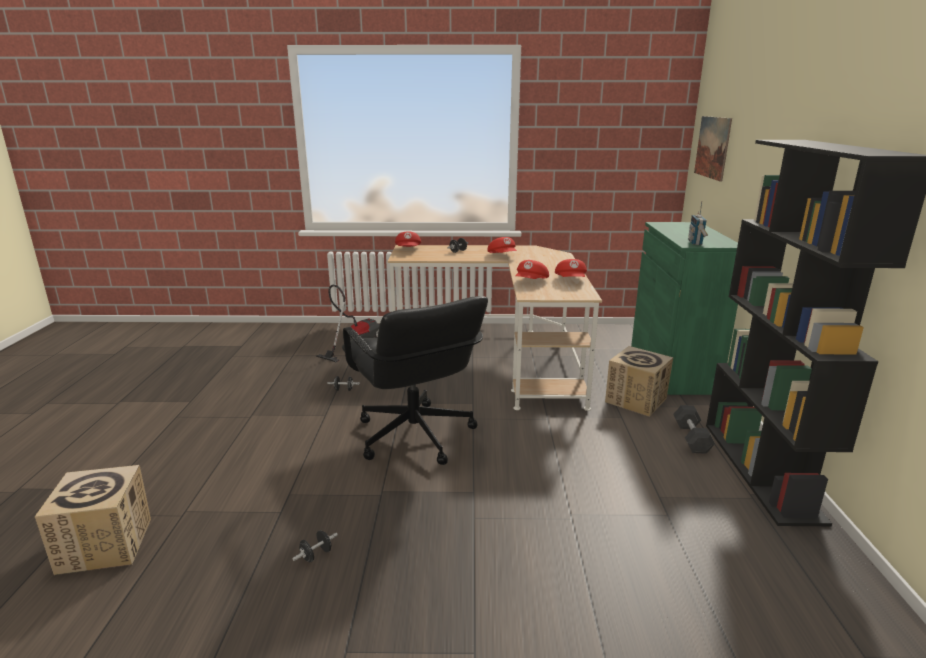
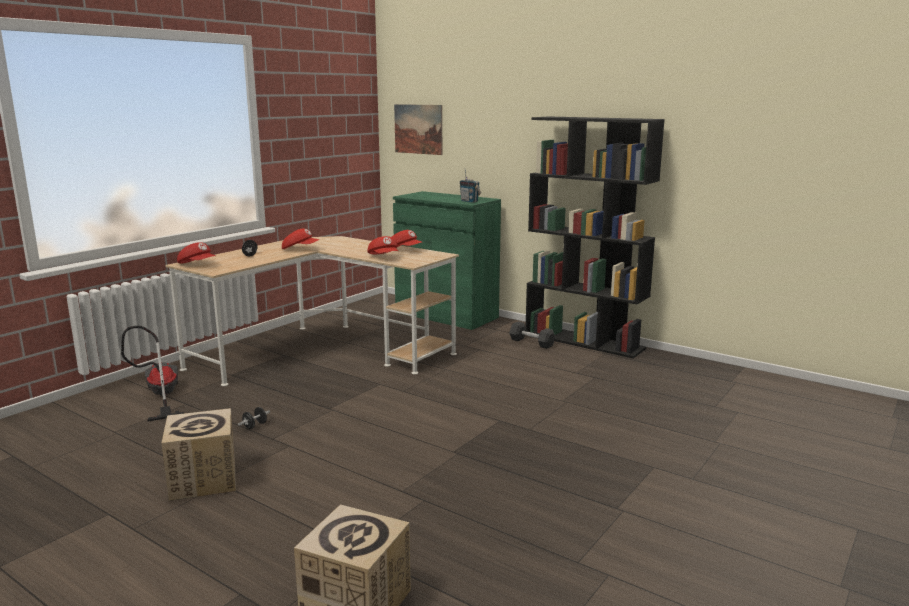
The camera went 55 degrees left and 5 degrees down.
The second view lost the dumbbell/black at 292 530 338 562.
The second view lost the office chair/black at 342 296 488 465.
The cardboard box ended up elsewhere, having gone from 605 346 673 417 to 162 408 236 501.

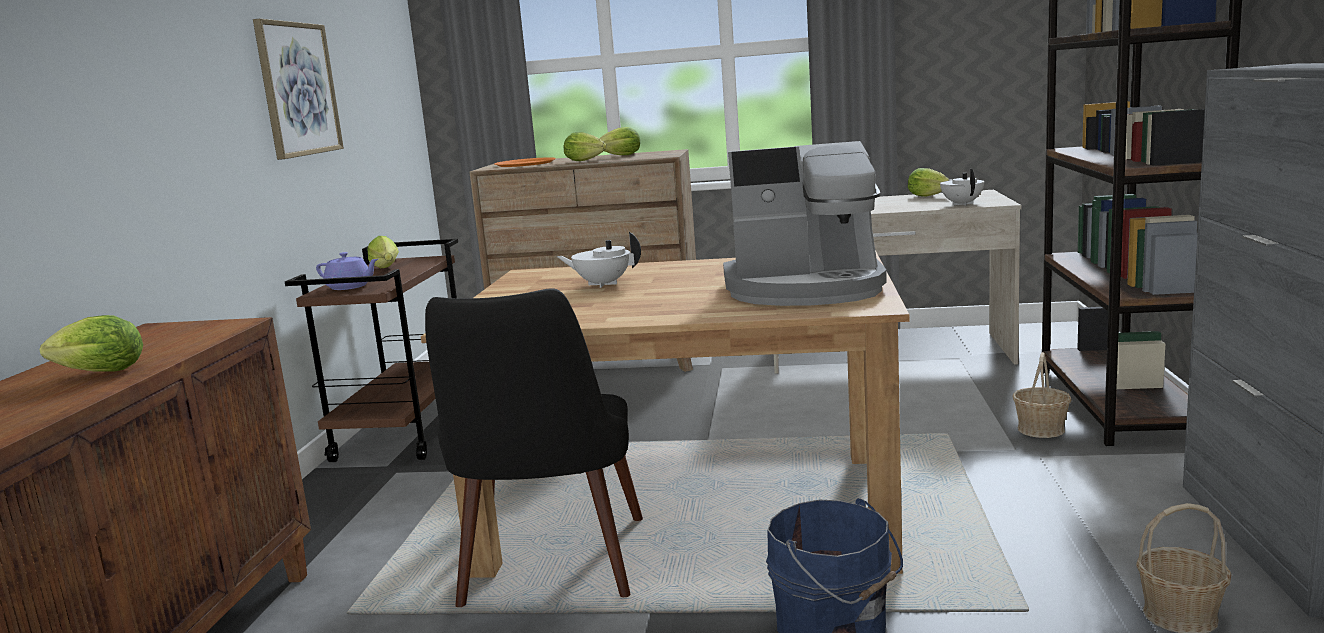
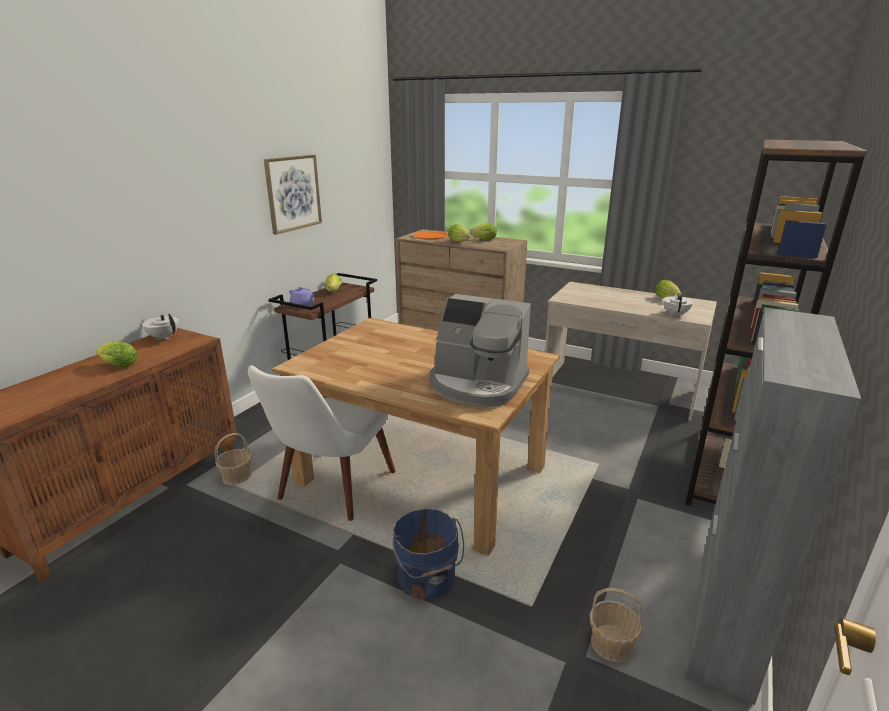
The camera went 20 degrees right and 10 degrees up.
What was the chair/black at 425 288 643 607 turned into the chair/white at 248 365 396 521.
The teapot/white ended up elsewhere, having gone from 556 232 641 288 to 142 314 179 341.
The basket ended up elsewhere, having gone from 1013 352 1071 438 to 214 433 252 486.

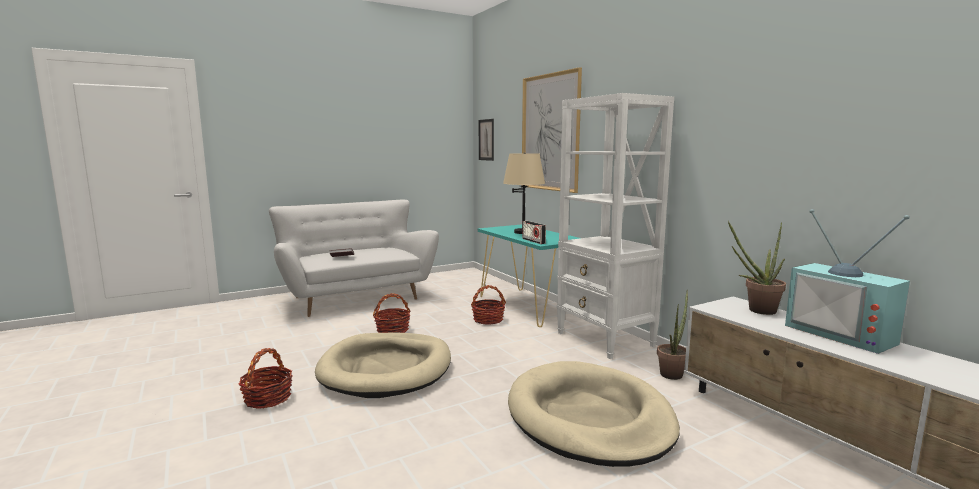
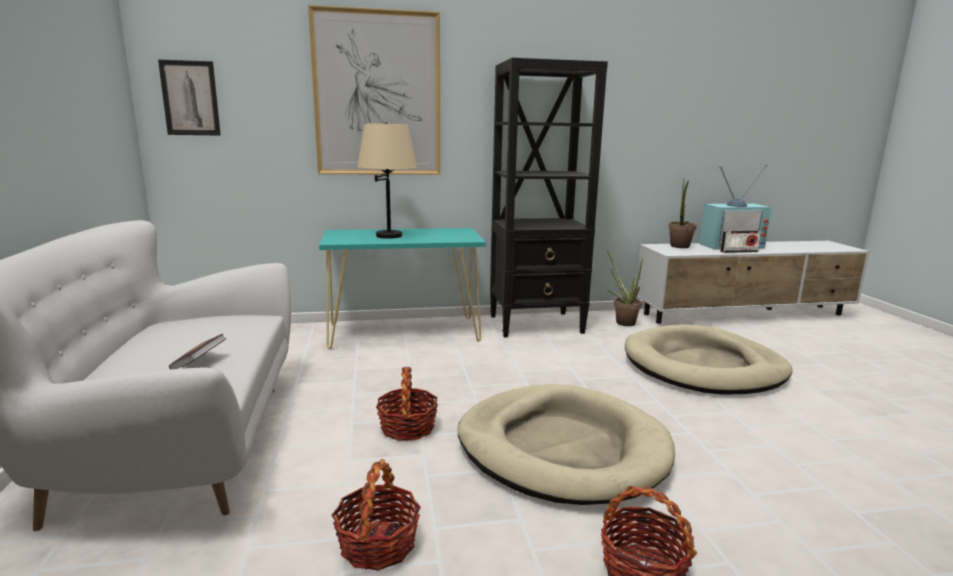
The camera went 70 degrees left and 5 degrees up.
The basket ended up elsewhere, having gone from 471 285 506 325 to 332 459 421 571.
The radio ended up elsewhere, having gone from 523 221 546 244 to 720 230 761 253.
What was the bookcase/white at 557 93 674 359 turned into the bookcase/black at 490 58 608 337.

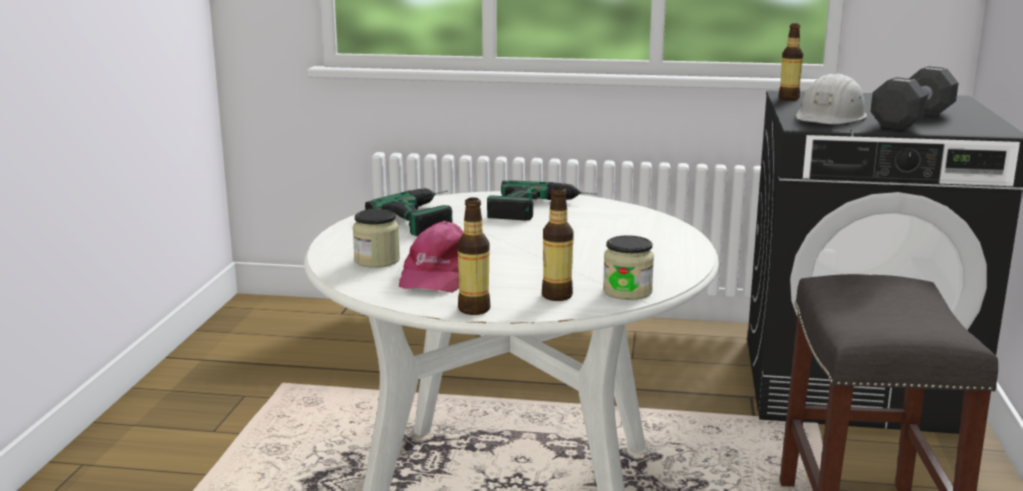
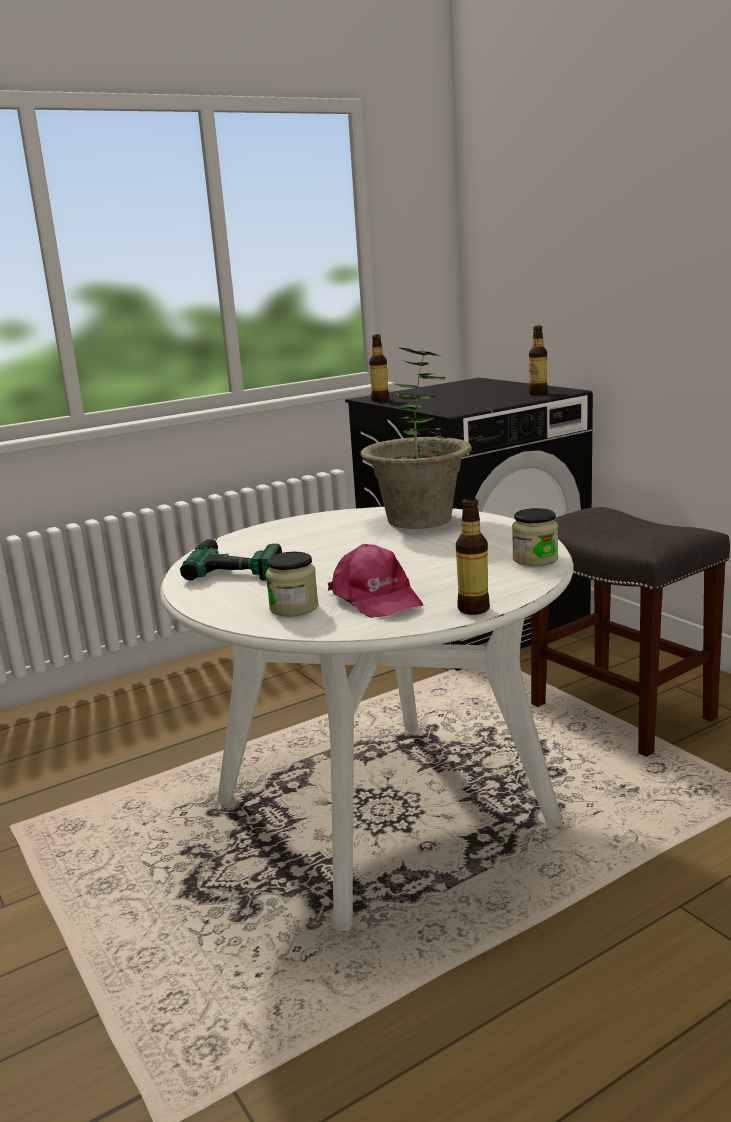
The camera went 40 degrees left and 0 degrees up.
The second view lost the power drill at 487 180 598 220.
The bottle ended up elsewhere, having gone from 542 187 574 301 to 529 326 548 395.
The second view lost the hard hat/white at 796 73 867 125.
The second view lost the dumbbell/black at 871 66 959 130.
The second view gained the potted plant at 361 348 472 529.

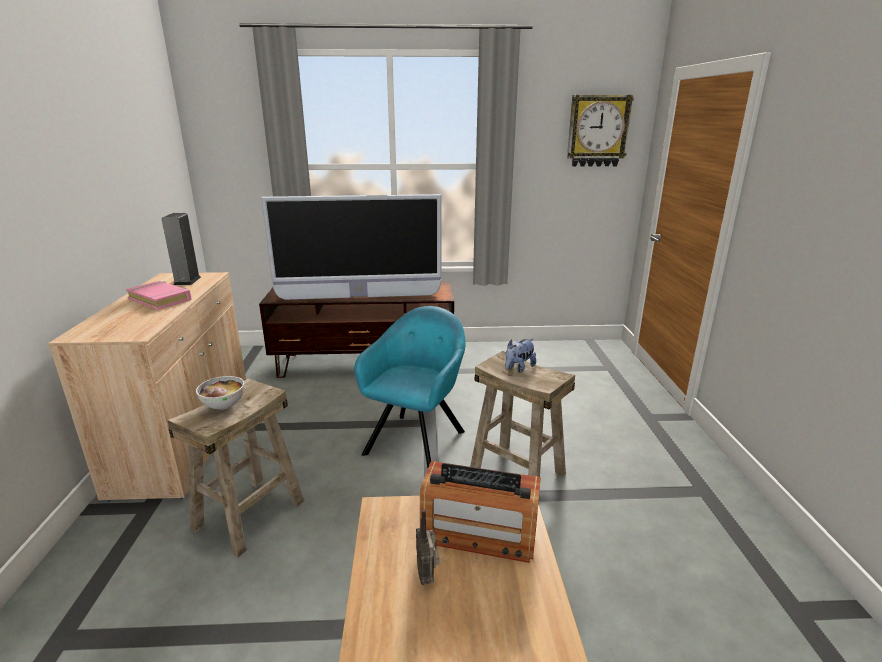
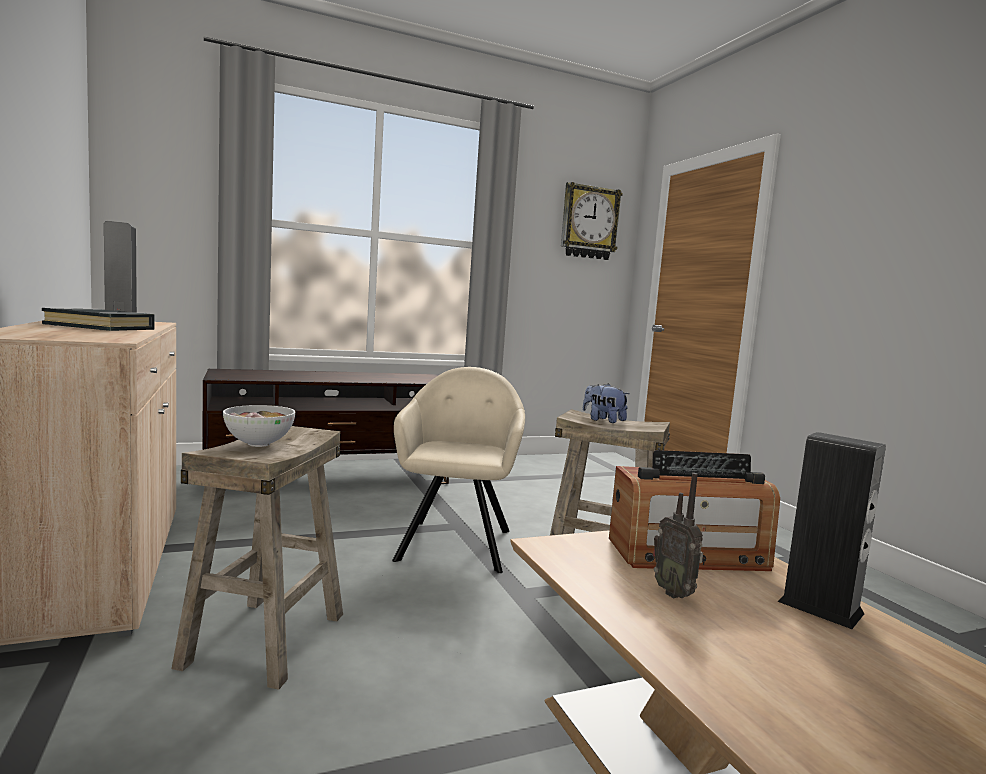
The camera went 20 degrees left and 15 degrees down.
What was the book/pink at 126 281 192 310 turned into the book/black at 42 308 155 331.
The second view lost the television at 261 194 442 300.
What was the armchair/turquoise at 354 306 465 468 turned into the armchair/beige at 392 367 525 573.
The plush toy at 505 339 536 373 ended up facing another way, 105 degrees clockwise from before.
The second view gained the speaker at 777 432 886 629.

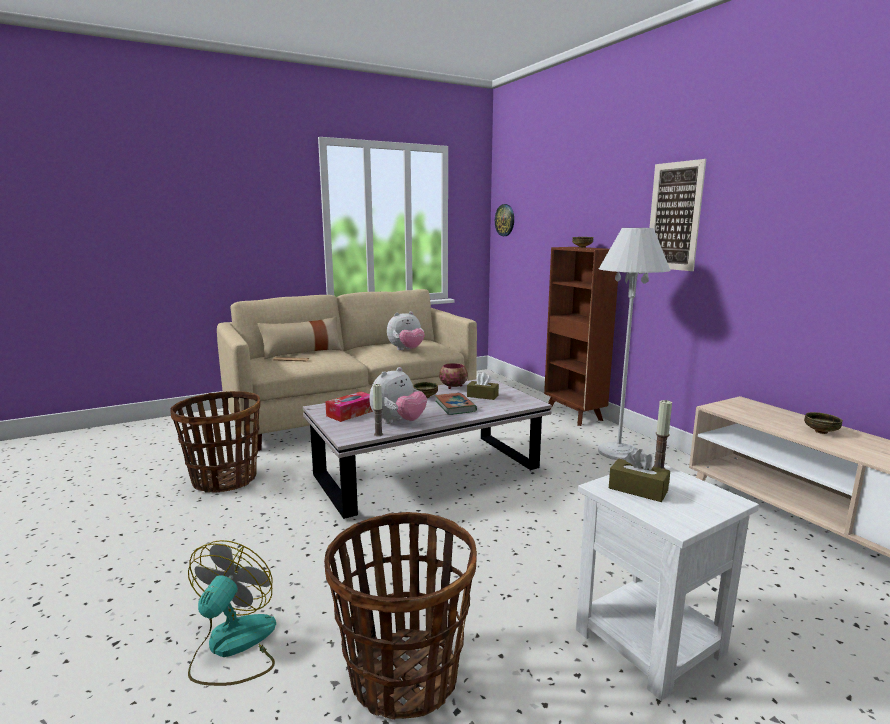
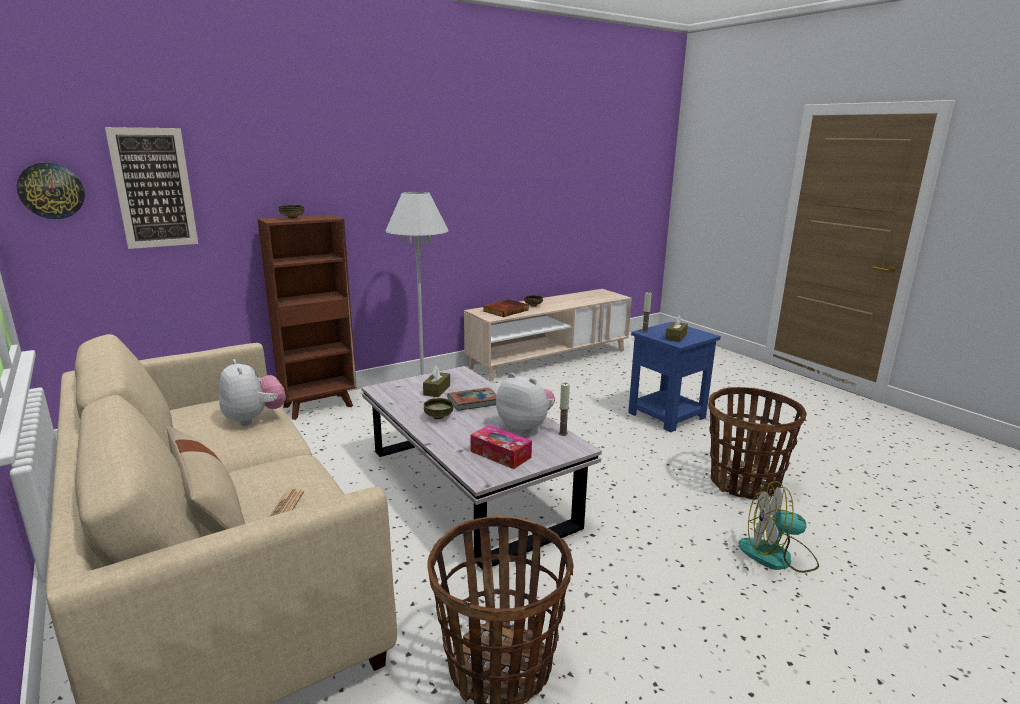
The camera went 95 degrees left and 5 degrees up.
The second view lost the bowl at 439 363 468 389.
What was the side table/white at 576 464 759 701 turned into the side table/blue at 628 322 721 432.
The picture ended up elsewhere, having gone from 650 159 706 271 to 105 127 198 249.
The second view gained the book at 483 299 529 317.

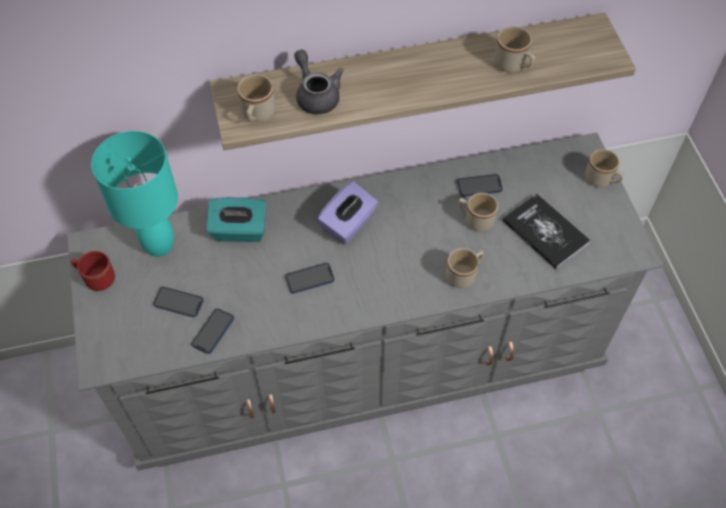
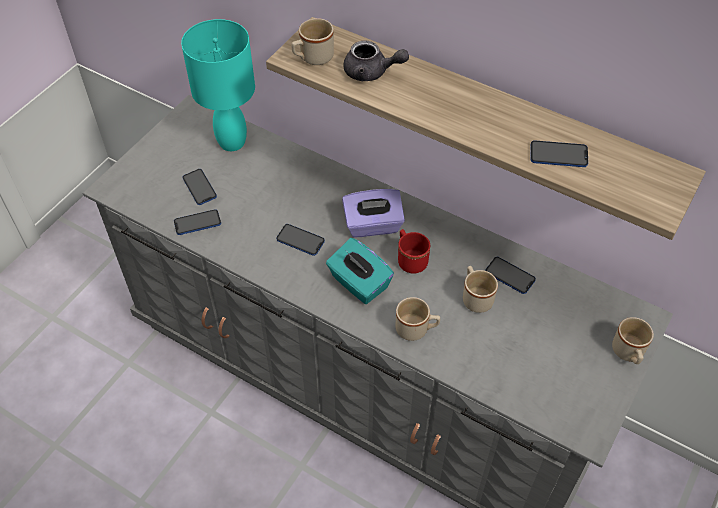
The camera went 45 degrees right and 5 degrees down.
The mug/red ended up elsewhere, having gone from 71 251 115 291 to 398 229 430 273.
The tissue box/turquoise ended up elsewhere, having gone from 207 197 267 242 to 326 238 394 304.
The teapot/grey at 294 50 344 114 ended up facing another way, 90 degrees clockwise from before.
Where the mug/beige stood at 494 26 535 72, the phone came to stand at 530 140 588 167.
The second view lost the book at 502 193 590 269.

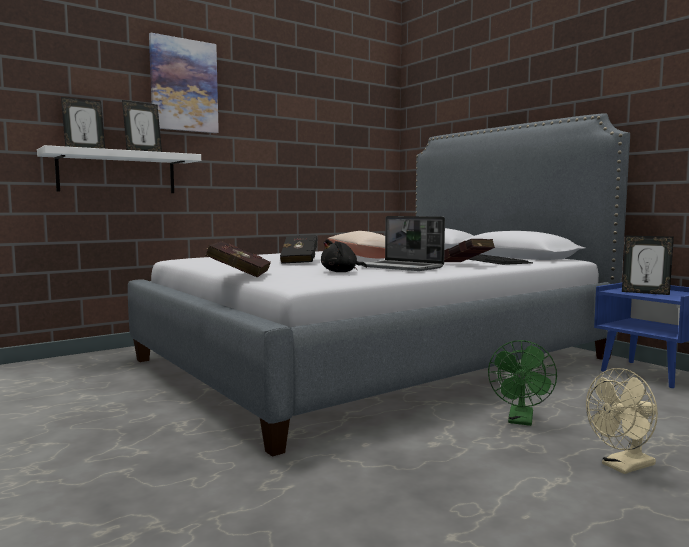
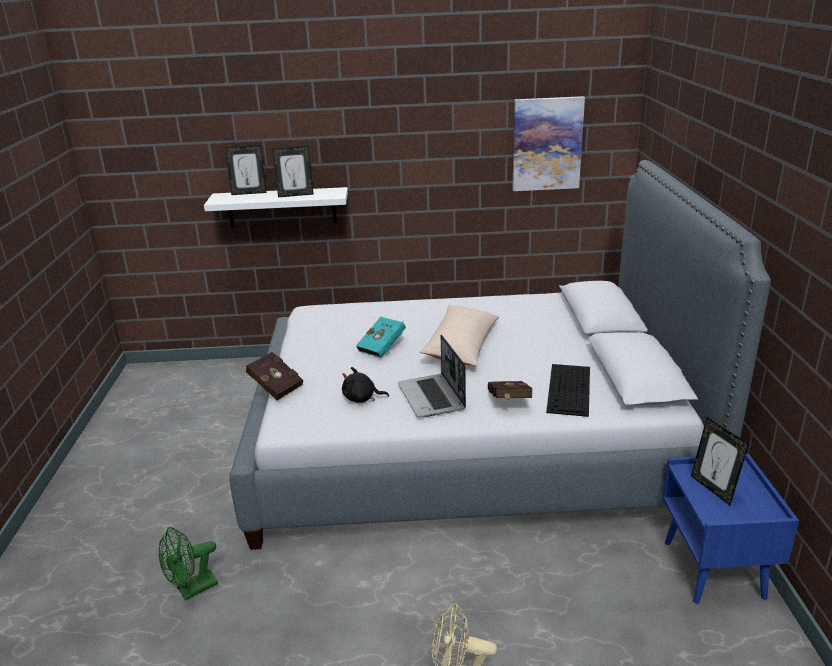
The camera went 35 degrees right and 20 degrees up.
The picture ended up elsewhere, having gone from 149 33 219 133 to 512 96 585 191.
What was the book/black at 280 235 317 264 turned into the book/turquoise at 356 317 406 358.
The fan/green ended up elsewhere, having gone from 488 340 557 426 to 158 527 218 600.

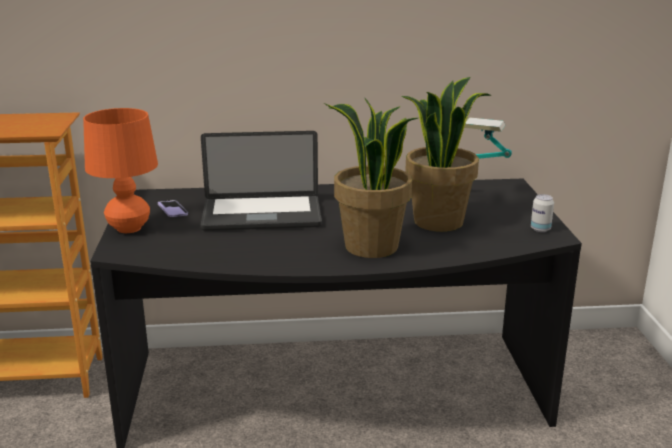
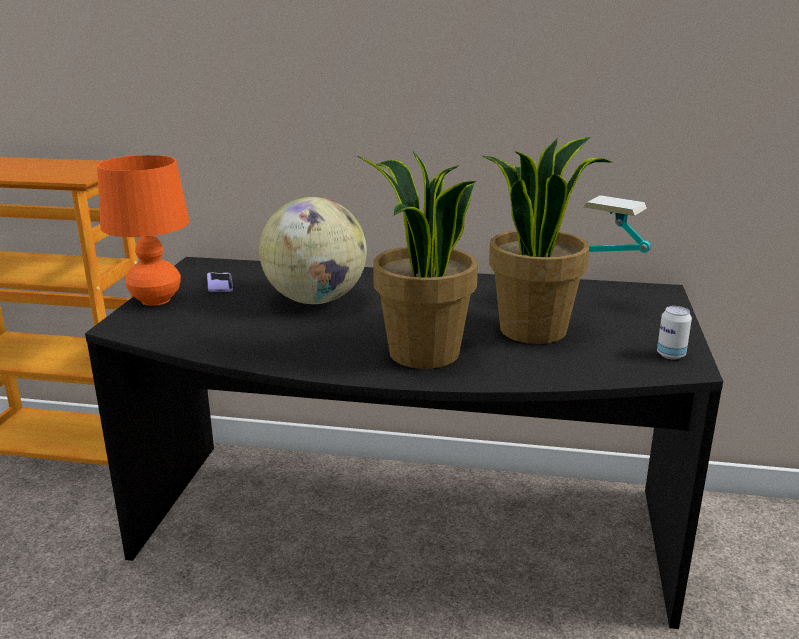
The camera went 15 degrees right and 0 degrees up.
Where the laptop stood at 201 131 322 231, the globe came to stand at 259 197 367 304.

